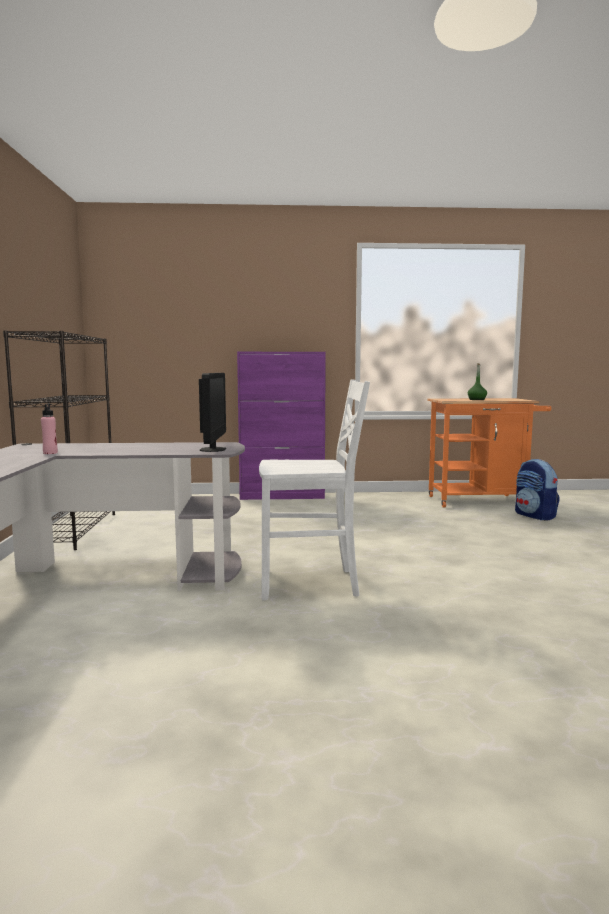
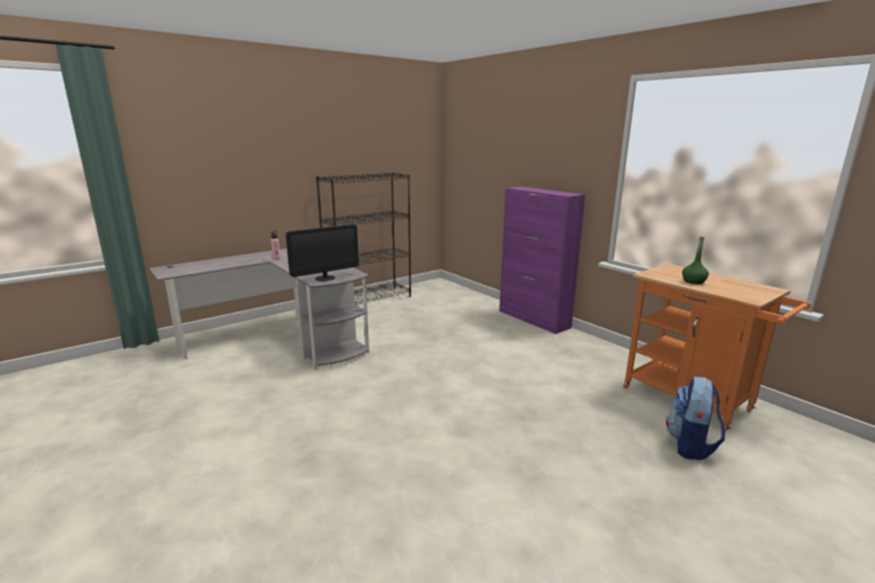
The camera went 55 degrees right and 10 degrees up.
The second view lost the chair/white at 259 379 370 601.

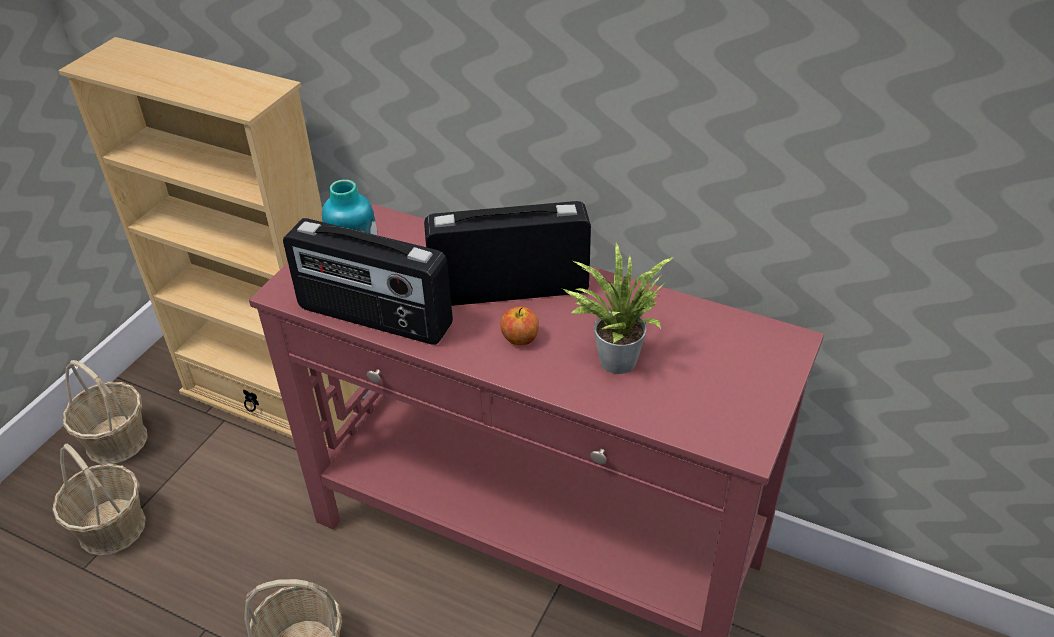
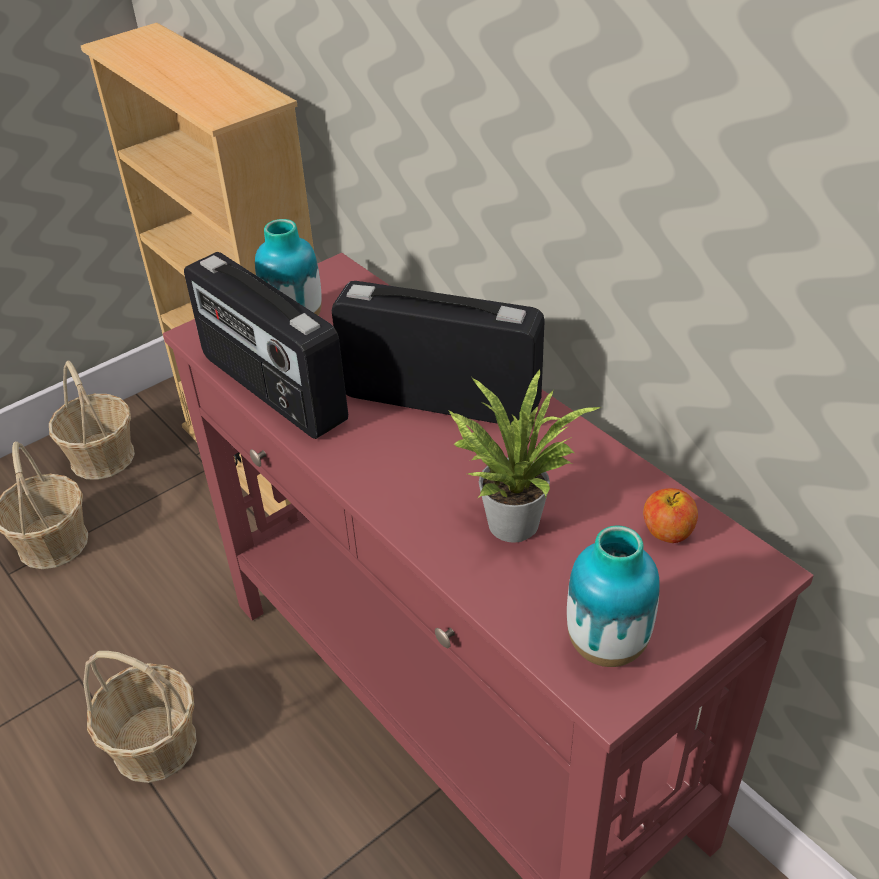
The camera went 25 degrees right and 0 degrees up.
The apple ended up elsewhere, having gone from 500 306 539 345 to 643 488 698 543.
The second view gained the vase at 567 526 660 667.

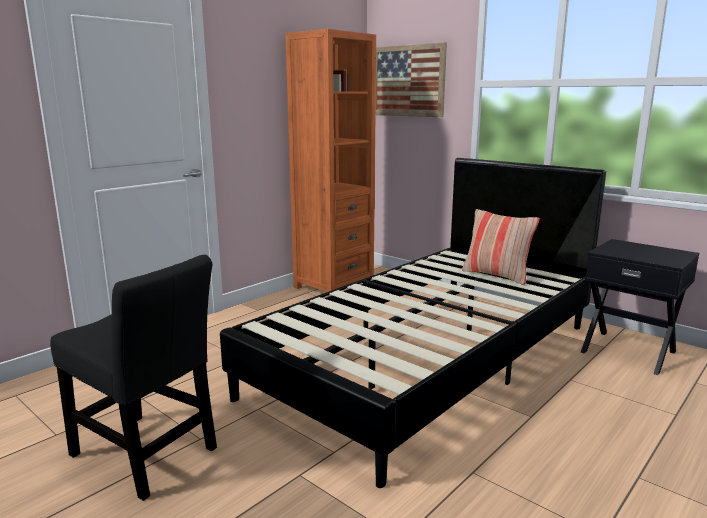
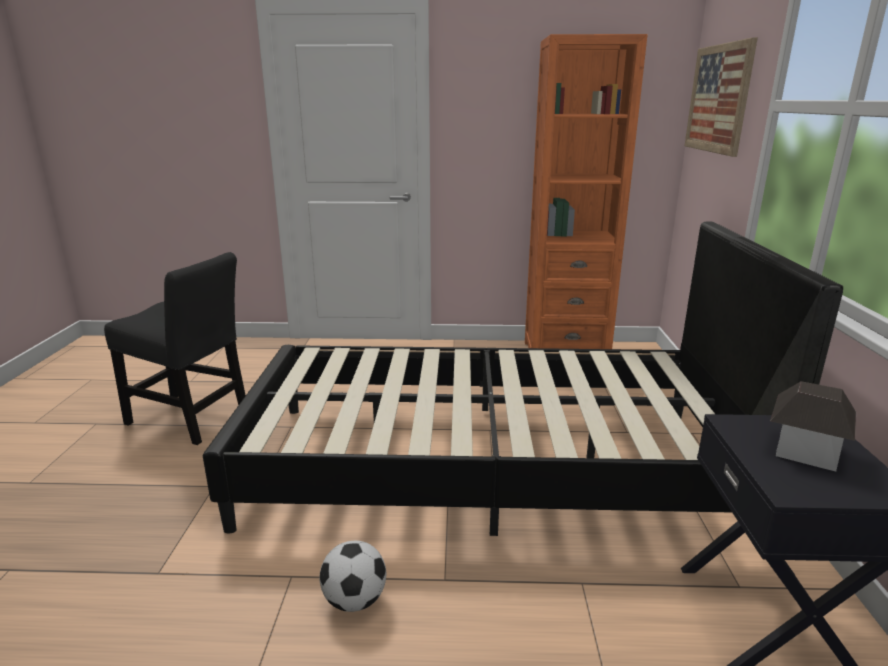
The camera went 50 degrees right and 5 degrees up.
The chair/black at 50 255 217 501 ended up facing another way, 60 degrees counterclockwise from before.
The second view lost the pillow at 462 209 540 285.
The second view gained the football at 319 541 386 612.
The second view gained the toy house at 770 381 856 472.

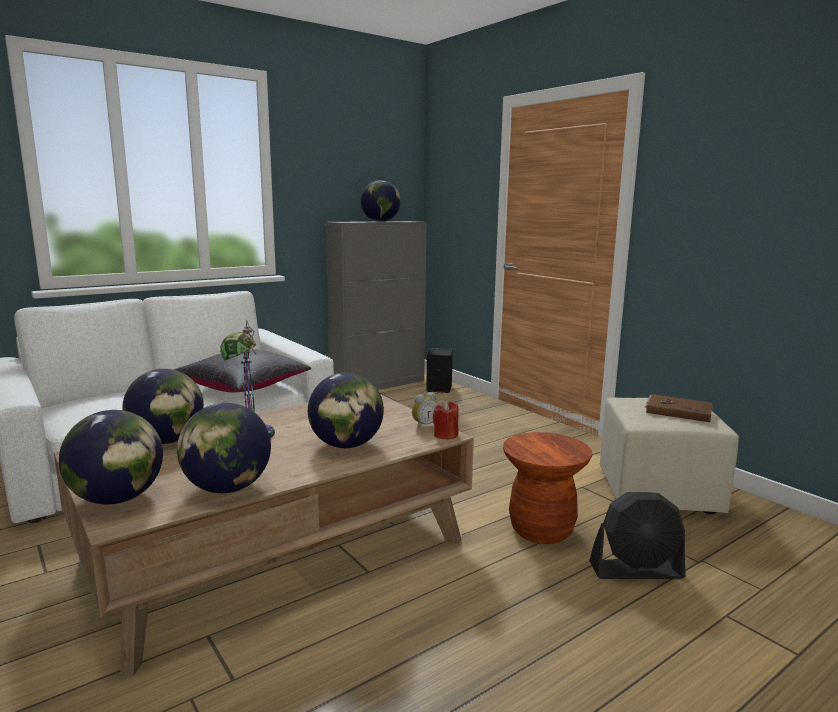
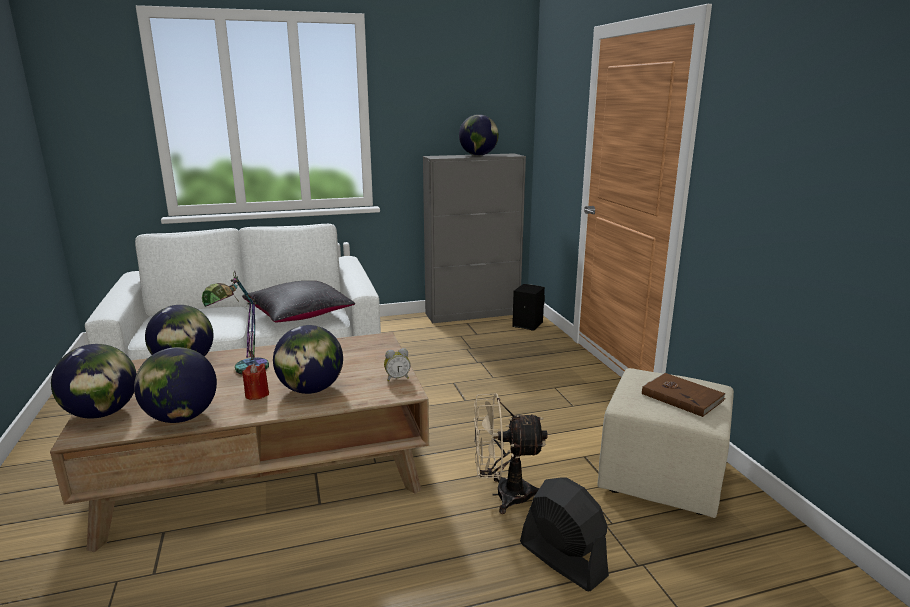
The camera went 20 degrees right and 5 degrees up.
The candle/red ended up elsewhere, having gone from 433 401 459 440 to 242 363 269 400.
Where the stool/brown stood at 503 432 592 544, the fan/beige came to stand at 474 393 548 514.
The fan/black at 589 492 685 579 ended up facing another way, 150 degrees counterclockwise from before.

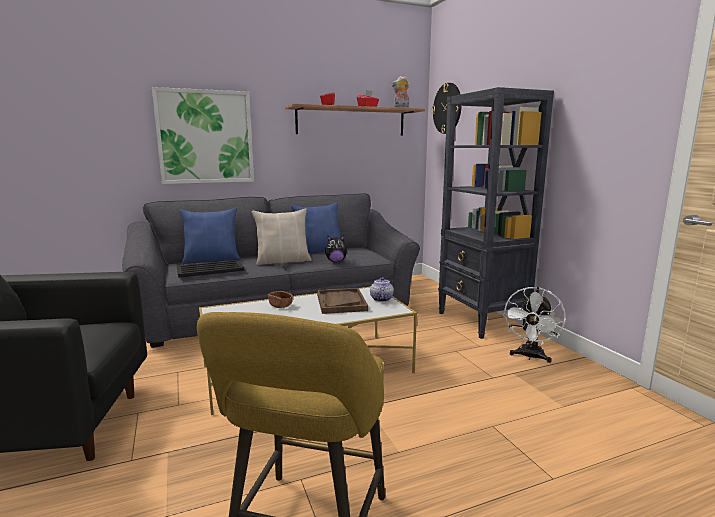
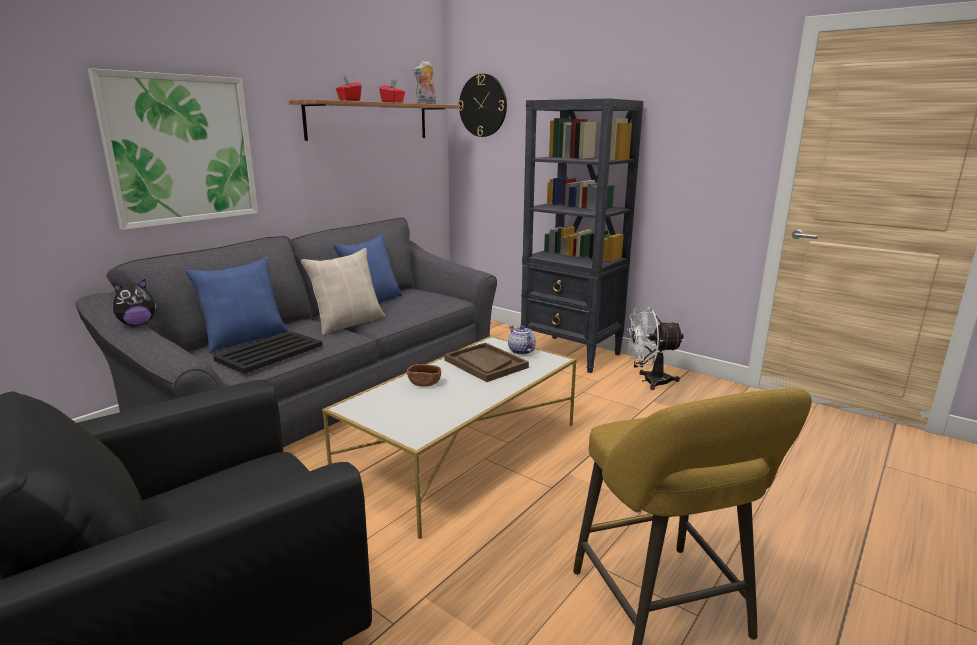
The camera went 30 degrees left and 5 degrees up.
The plush toy ended up elsewhere, having gone from 325 235 348 262 to 113 279 157 326.
The fan/white at 503 287 566 363 ended up facing another way, 90 degrees clockwise from before.

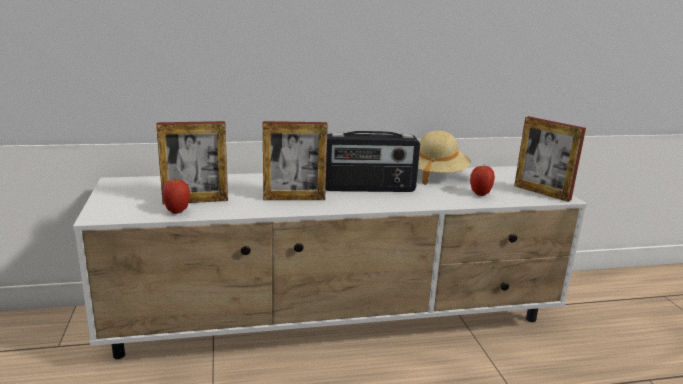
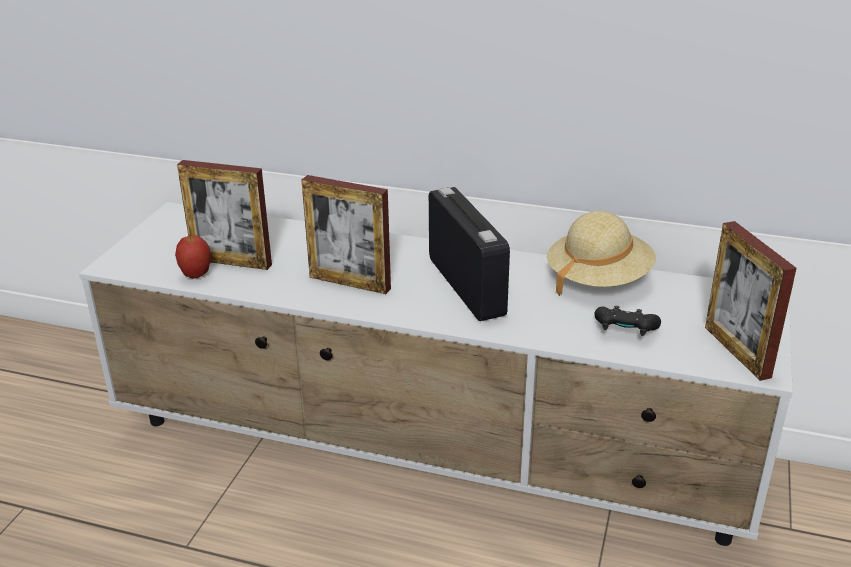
The camera went 30 degrees right and 10 degrees up.
The radio at 326 131 420 192 ended up facing another way, 135 degrees counterclockwise from before.
Where the apple stood at 470 164 495 196, the game controller/black came to stand at 595 306 661 336.

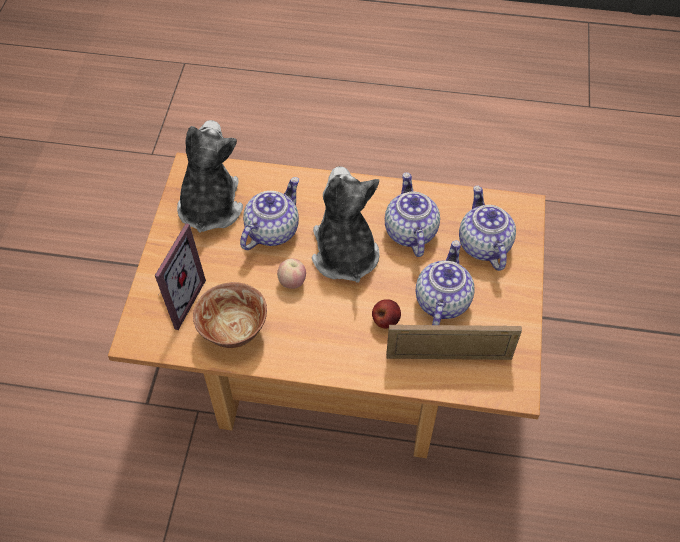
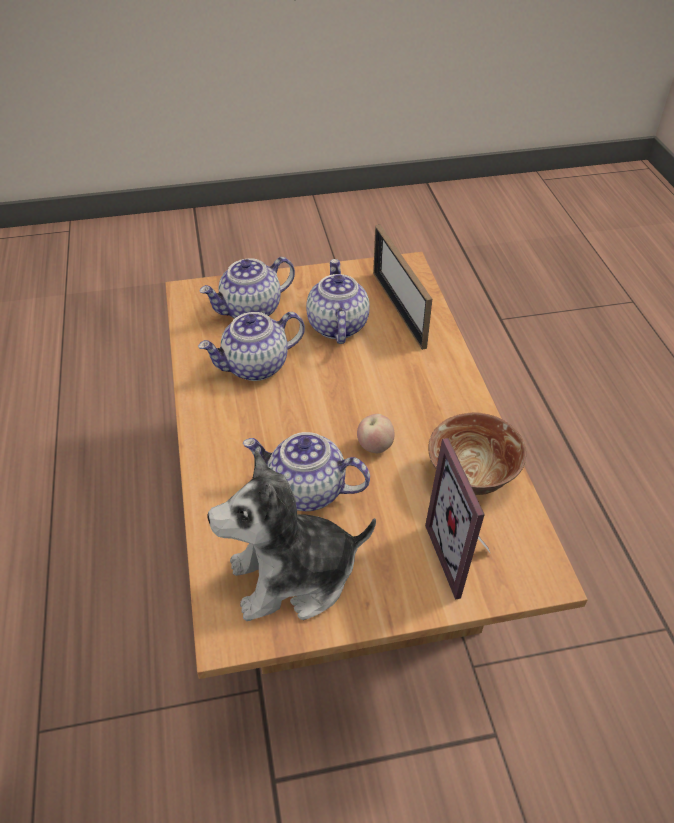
The camera went 110 degrees left and 10 degrees down.
The picture frame at 155 223 206 330 ended up facing another way, 105 degrees counterclockwise from before.
The second view lost the plush toy at 312 166 379 283.
The second view lost the apple at 372 299 401 328.
The teapot at 416 240 475 325 ended up facing another way, 90 degrees clockwise from before.

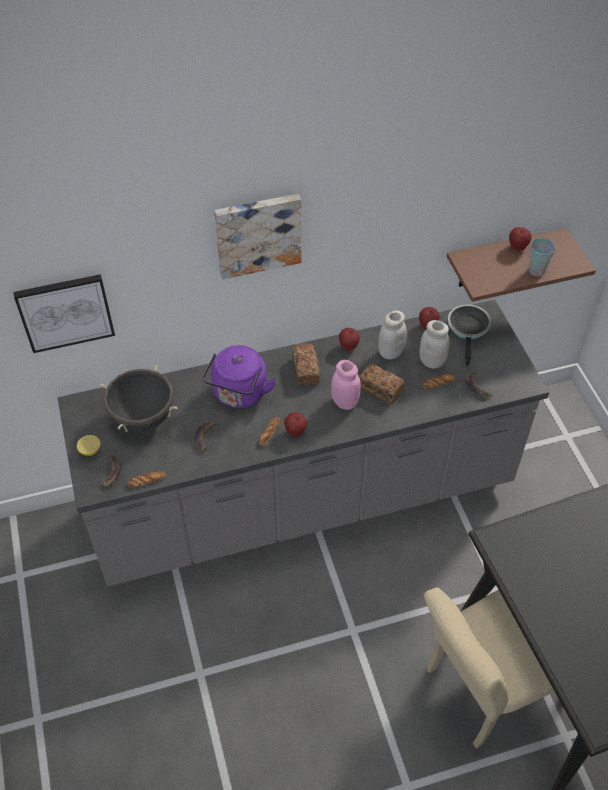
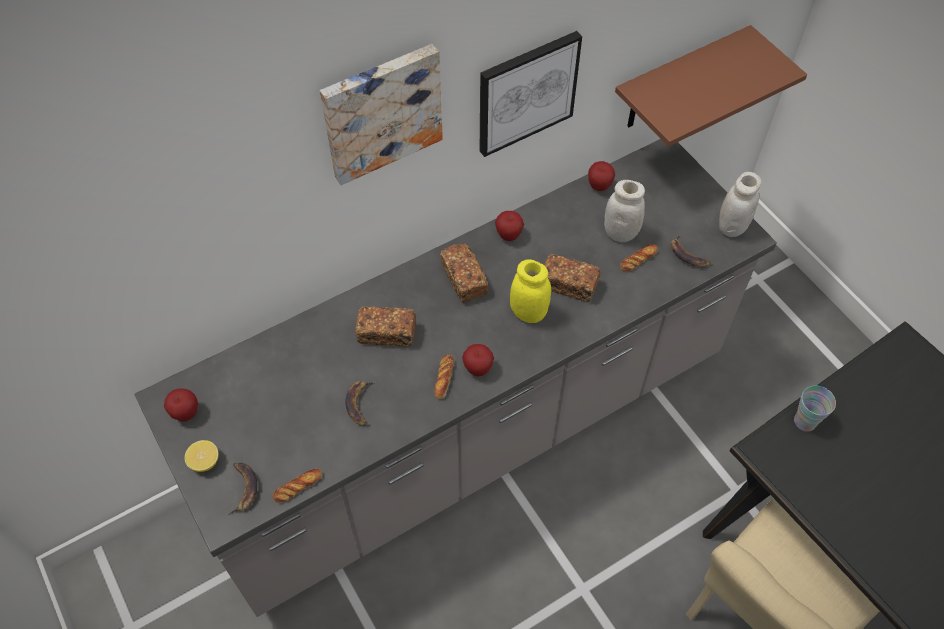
The camera went 15 degrees left and 5 degrees up.
The picture ended up elsewhere, having gone from 13 274 115 353 to 480 31 582 157.
The second view lost the cooking pot/black at 100 365 178 432.
Where the kettle/purple stood at 202 345 277 408, the bread came to stand at 355 306 416 346.
What was the jar/pink at 331 360 361 410 turned into the jar/yellow at 510 259 551 323.
The jar/white ended up elsewhere, having gone from 378 310 407 359 to 719 172 761 237.
The second view lost the frying pan at 448 304 491 367.
The apple ended up elsewhere, having gone from 509 227 532 251 to 164 388 198 421.
The cup ended up elsewhere, having gone from 529 238 556 276 to 794 386 836 432.

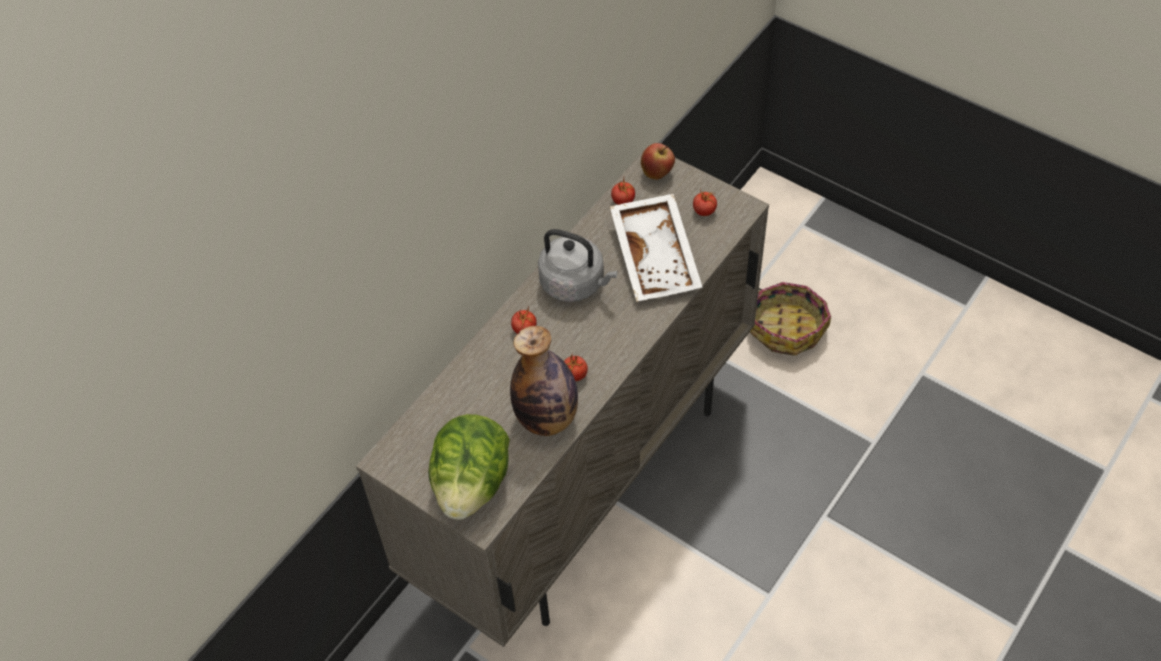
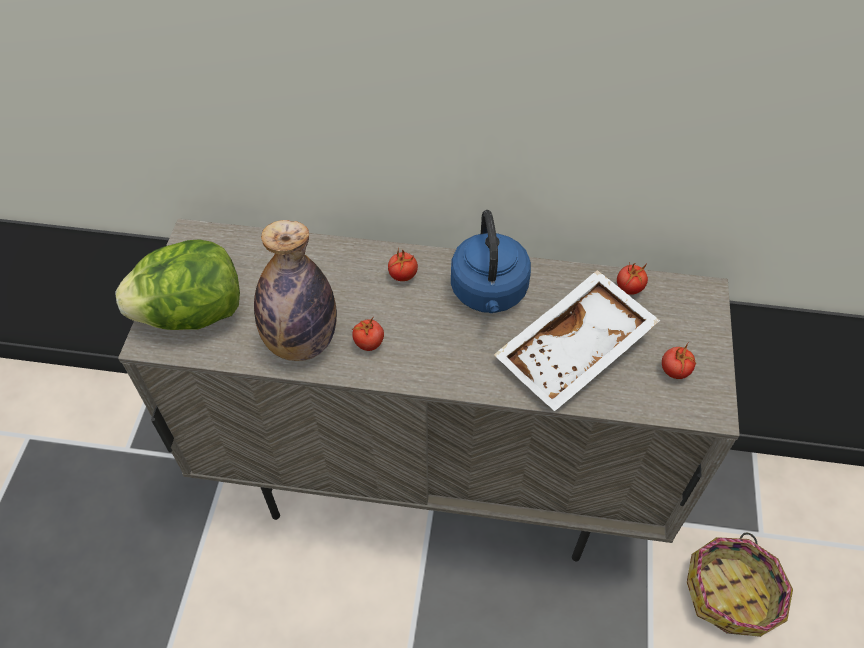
The camera went 60 degrees right and 0 degrees up.
What was the kettle/grey at 538 229 618 302 turned into the kettle/blue at 451 210 531 313.
The second view lost the apple at 641 143 675 180.

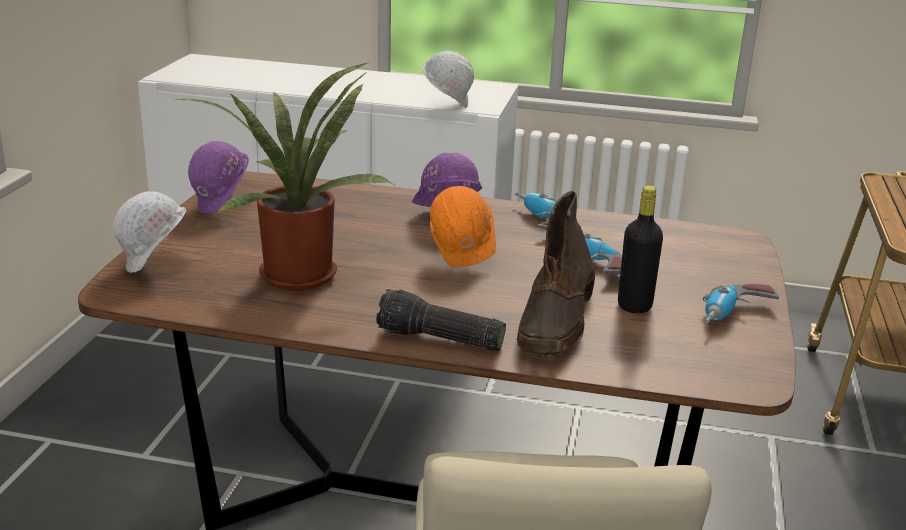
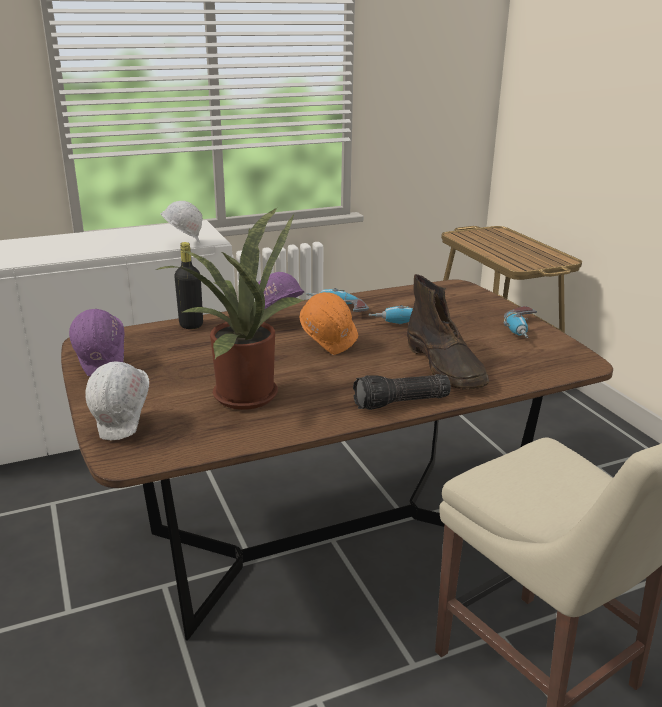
The camera went 35 degrees left and 0 degrees up.
The bottle/black ended up elsewhere, having gone from 618 185 663 313 to 174 242 203 329.

